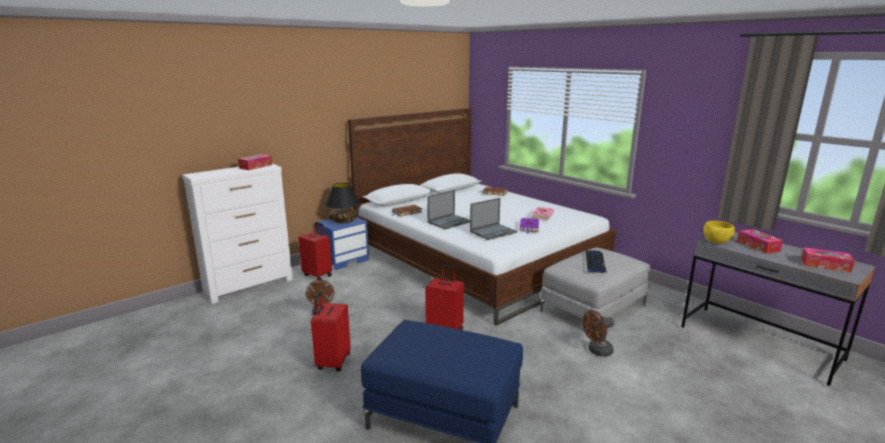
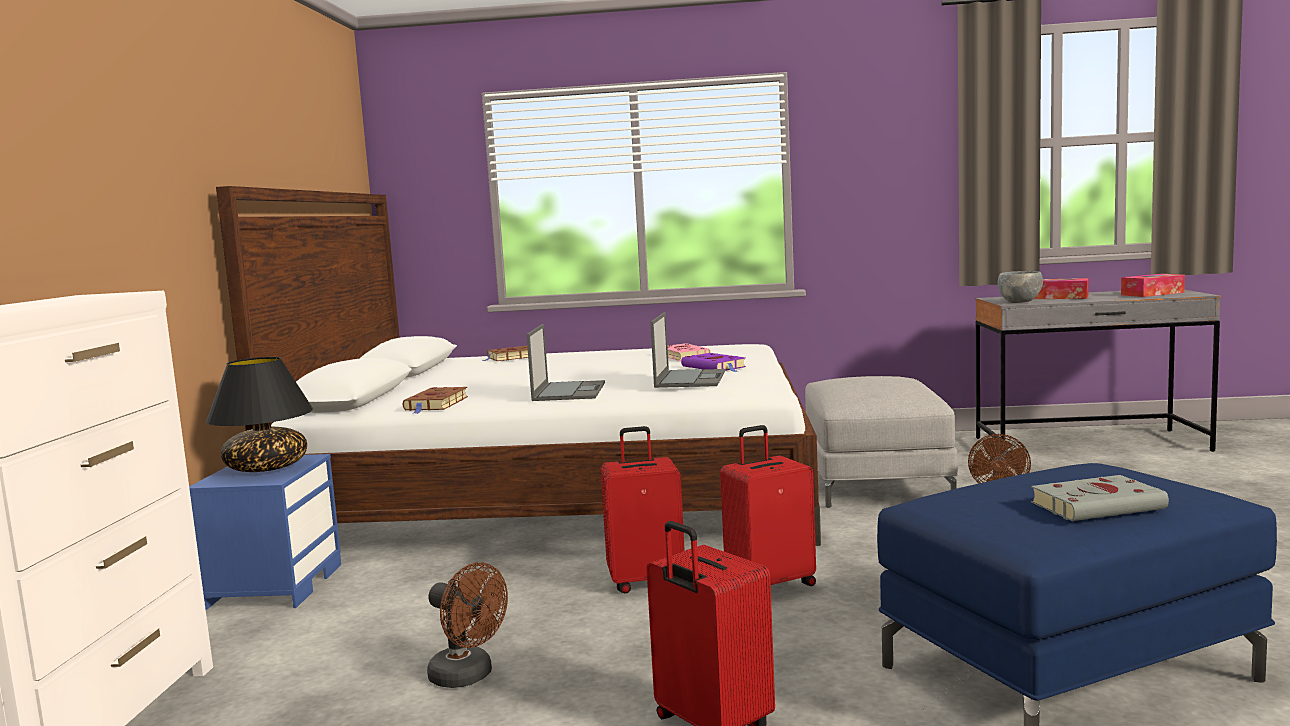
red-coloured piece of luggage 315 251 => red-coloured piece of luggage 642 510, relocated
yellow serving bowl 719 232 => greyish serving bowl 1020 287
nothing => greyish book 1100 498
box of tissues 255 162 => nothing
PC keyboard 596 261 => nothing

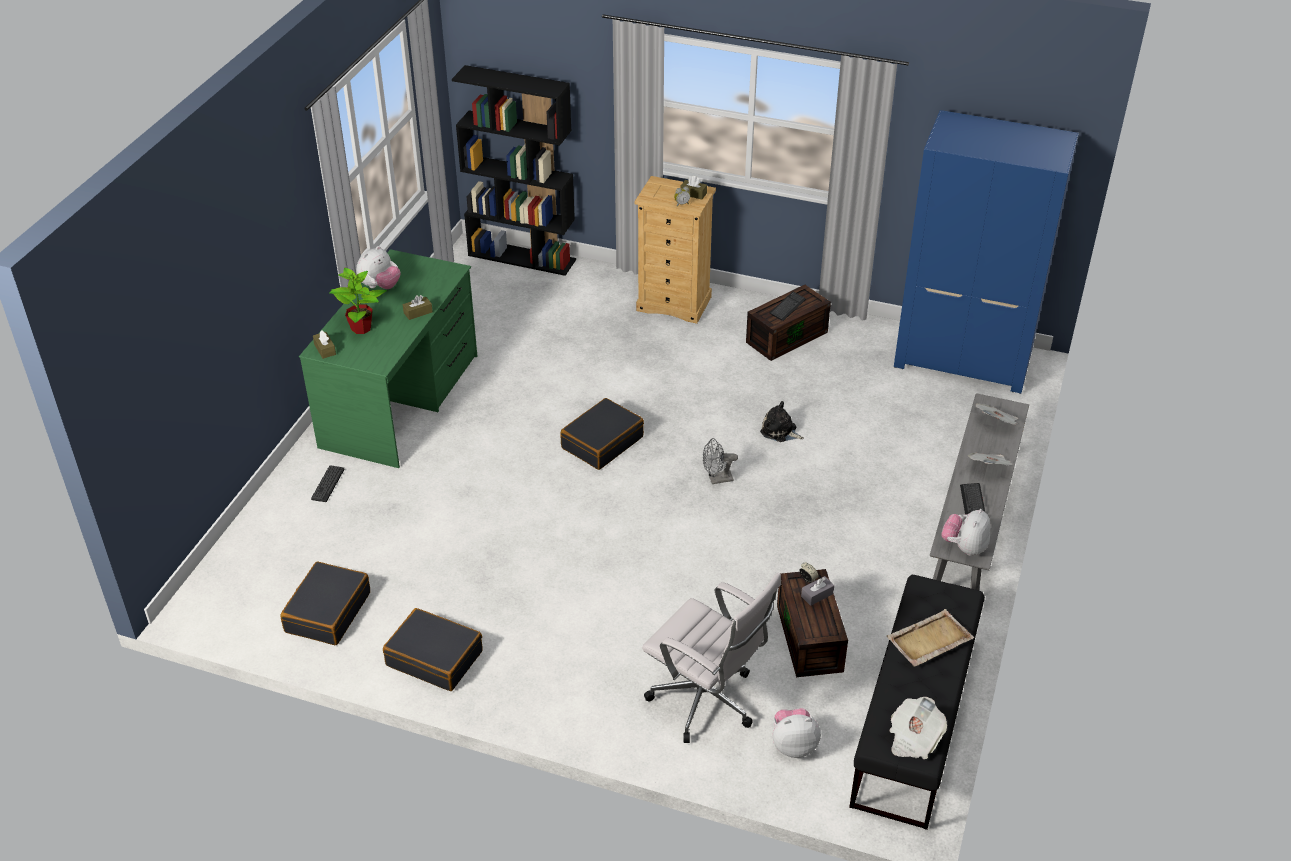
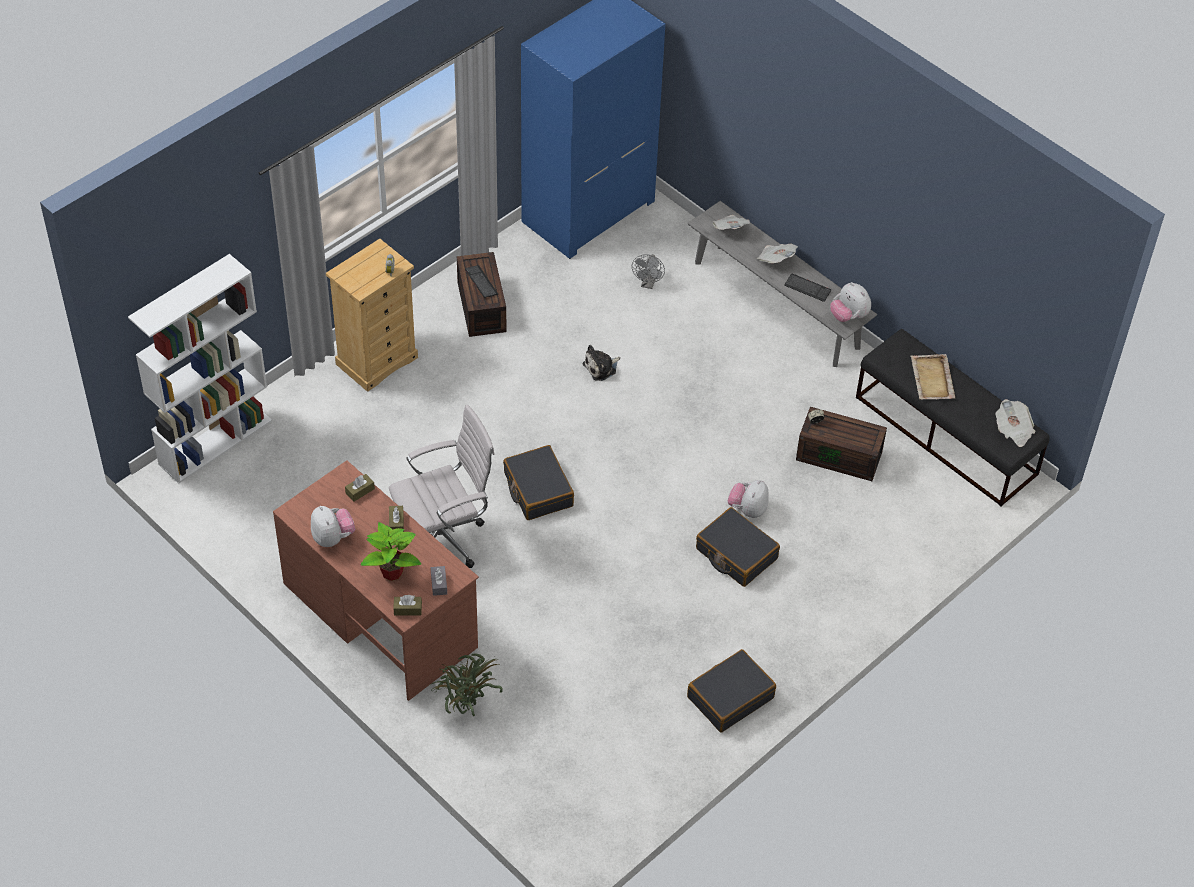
black-coloured bookcase 514 170 => white-coloured bookcase 200 369
green desk table 388 358 => brown desk table 376 580
brown box of tissues 693 187 => brown box of tissues 360 488, relocated
white-coloured computer chair 711 658 => white-coloured computer chair 442 486, relocated
PC keyboard 327 483 => potted plant 465 684
greyish box of tissues 817 591 => greyish box of tissues 439 581, relocated
greyish electric fan 720 461 => greyish electric fan 648 271, relocated
black-coloured piece of luggage 325 603 => black-coloured piece of luggage 738 547, relocated
soft toy 797 733 => soft toy 748 499, relocated

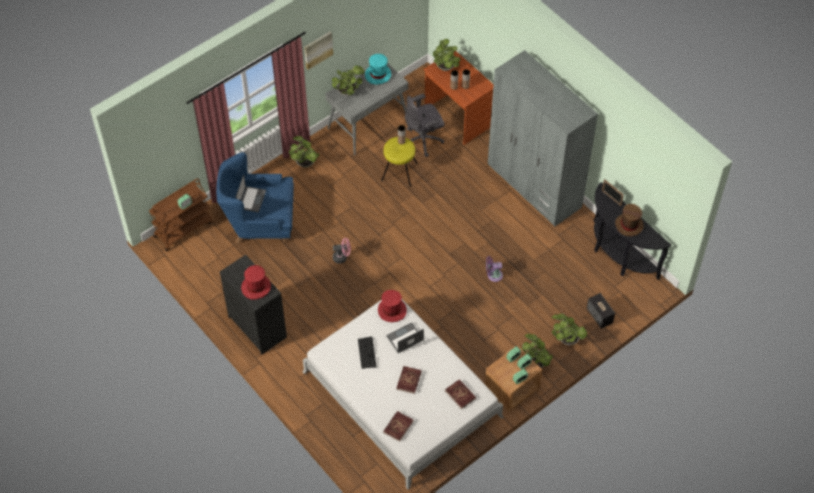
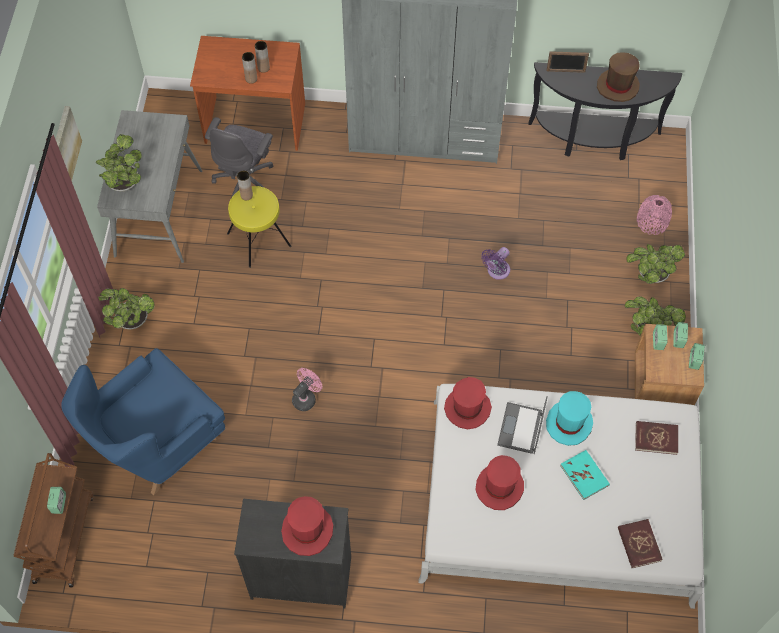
PC keyboard 367 352 => red-coloured hat 499 482
turquoise-coloured hat 378 69 => turquoise-coloured hat 569 418, relocated
red-coloured book 409 380 => turquoise-coloured book 585 475
loudspeaker 600 311 => pinkish flower vase 654 215
portable computer 251 194 => nothing
potted plant 446 55 => nothing

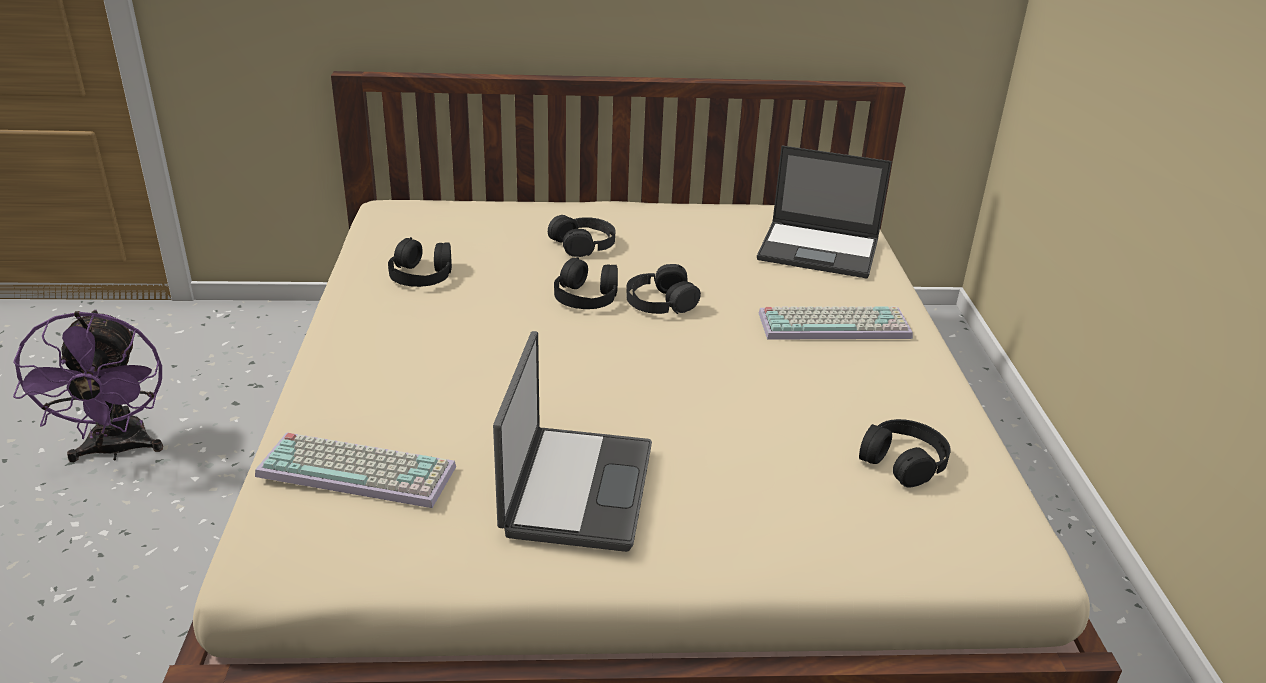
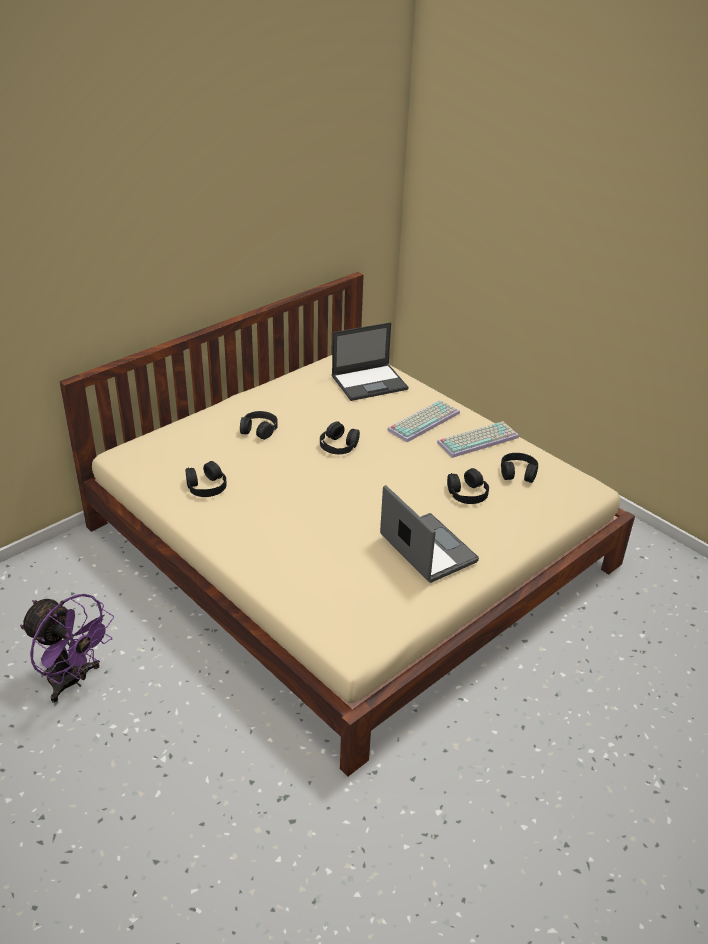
PC keyboard 355 470 => PC keyboard 478 439, relocated
black-coloured headphones 586 283 => black-coloured headphones 468 486, relocated

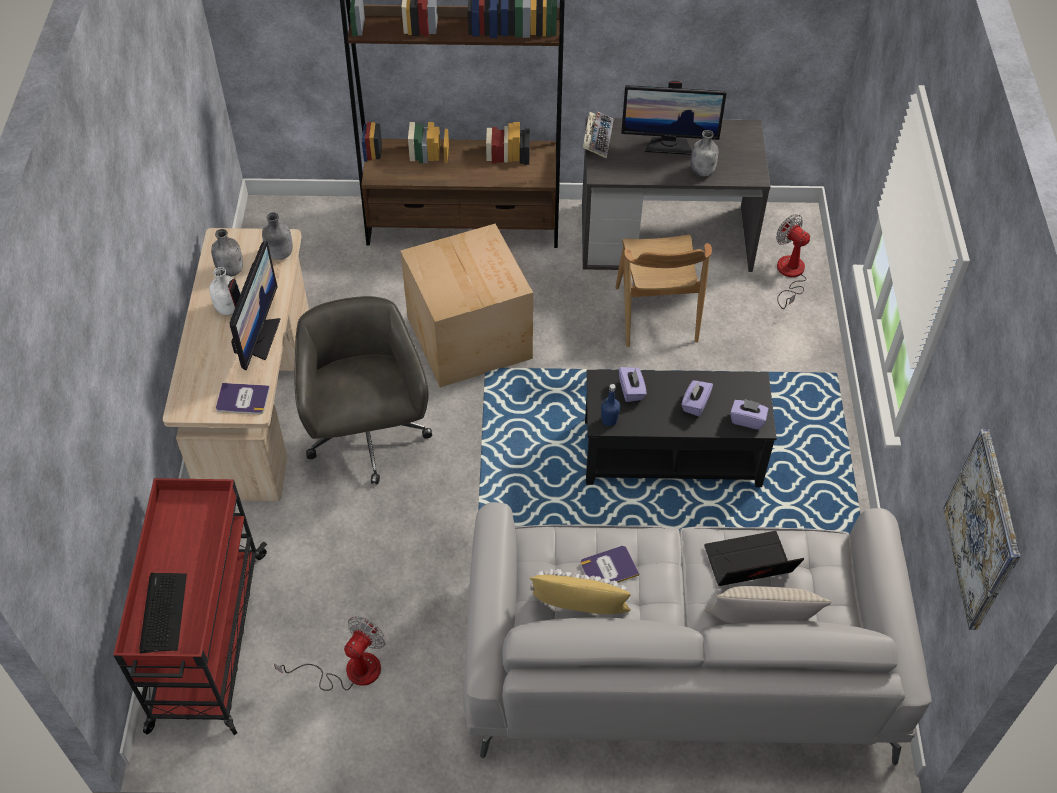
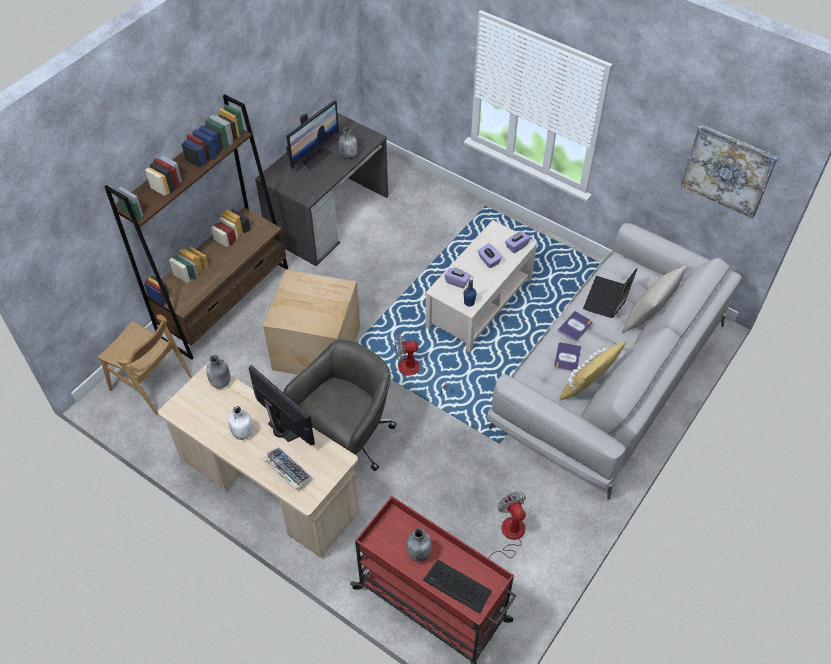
brown upright chair 663 291 => brown upright chair 144 365, relocated
PC keyboard 597 134 => PC keyboard 287 468, relocated
greyish computer chair 363 390 => greyish computer chair 339 405, 105 degrees clockwise
electric fan 793 261 => electric fan 421 365, relocated
greyish drink bottle 227 252 => greyish drink bottle 418 545, relocated
black-coloured low table 681 428 => beige low table 481 286
book 243 398 => book 575 326, relocated

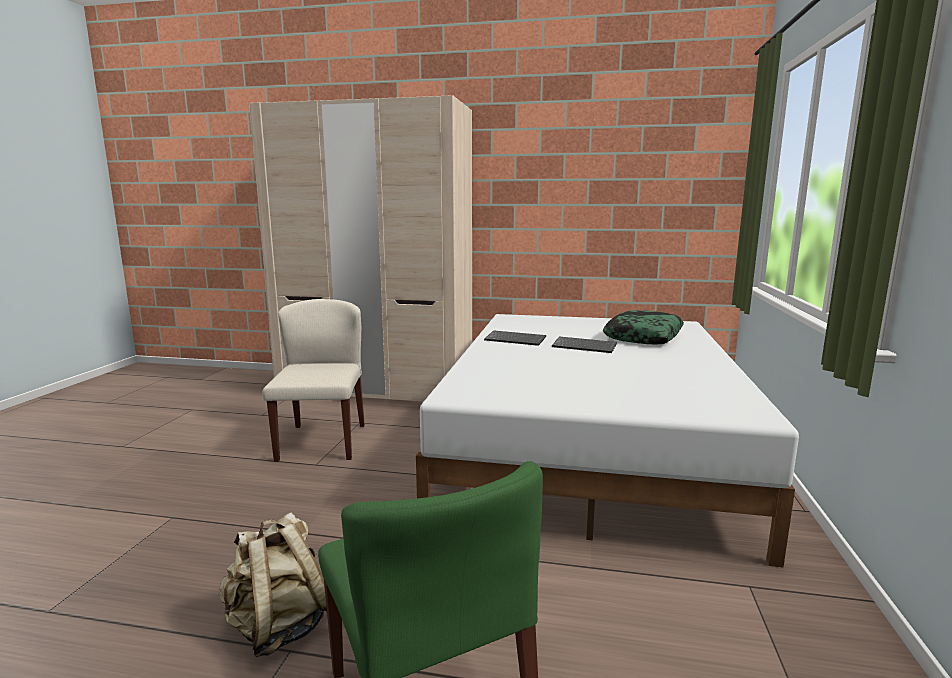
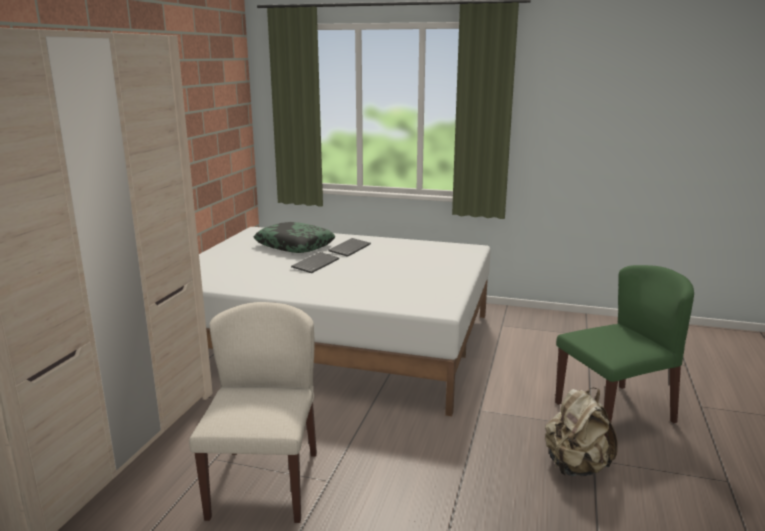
beige upright chair 313 380 => beige upright chair 253 412, 90 degrees clockwise
PC keyboard 515 338 => PC keyboard 349 247, relocated

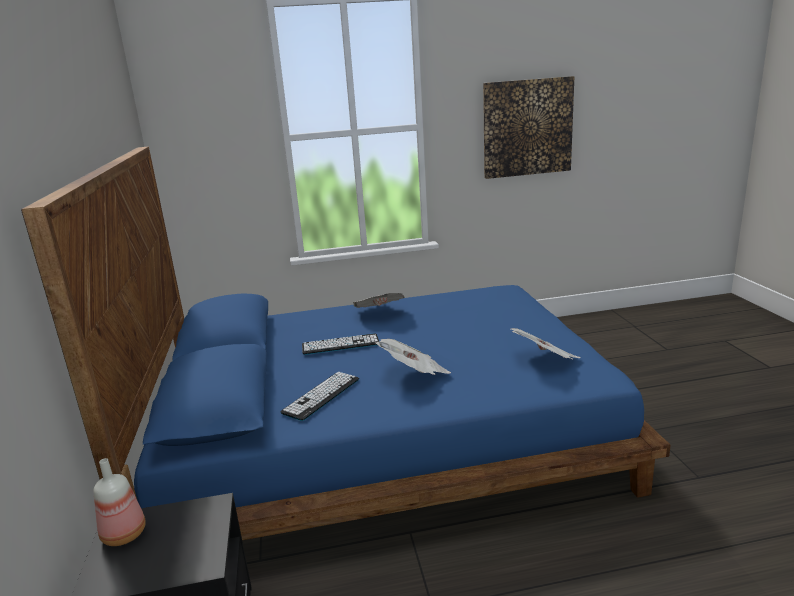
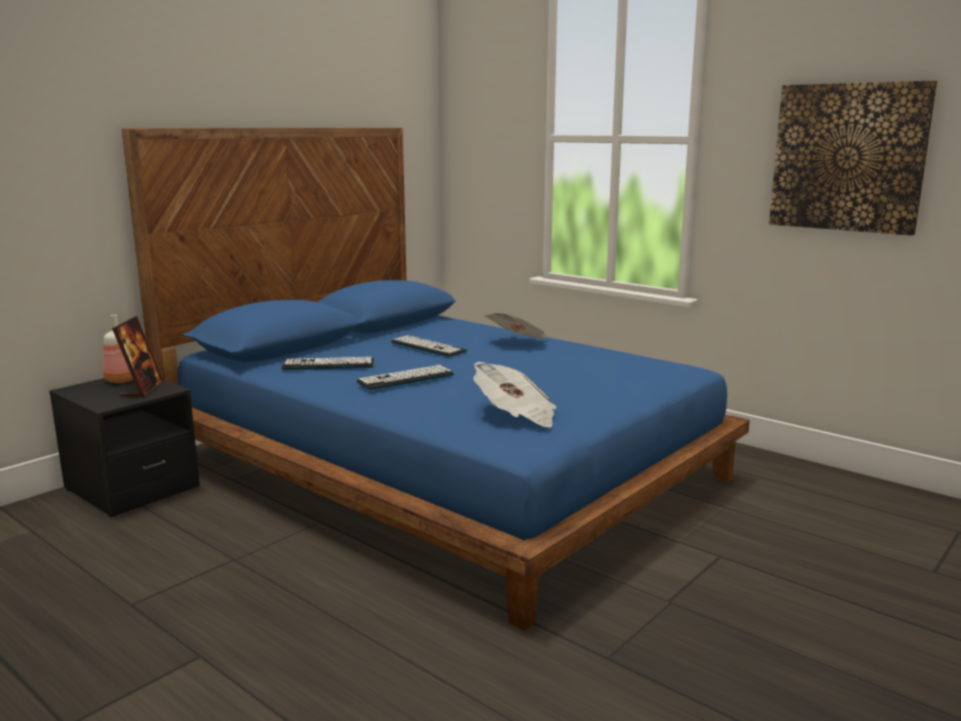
nothing => photo frame 138 357
newspaper 413 357 => PC keyboard 405 377

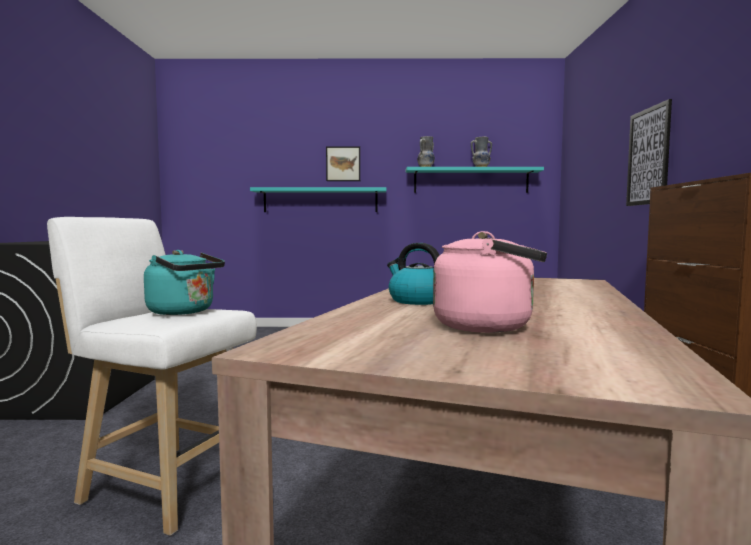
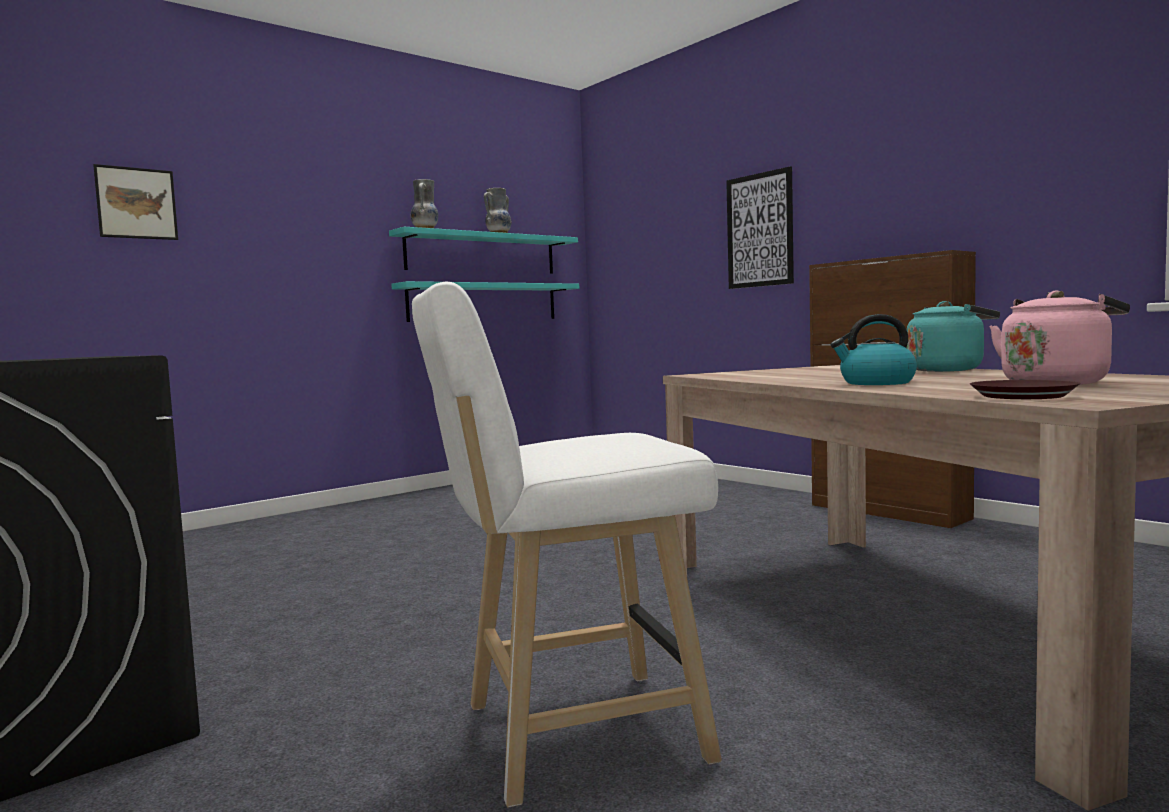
wall art 343 163 => wall art 135 202, relocated
turquoise-coloured bracket shelf 318 199 => turquoise-coloured bracket shelf 485 301, relocated
turquoise-coloured kettle 184 282 => turquoise-coloured kettle 953 336, relocated
nothing => brown flat dish 1025 389

